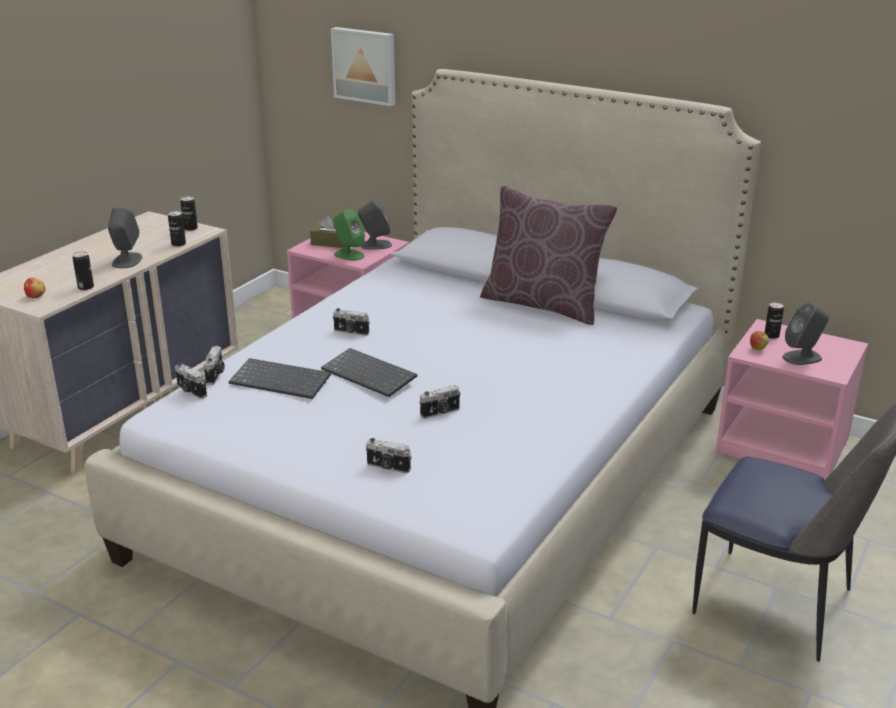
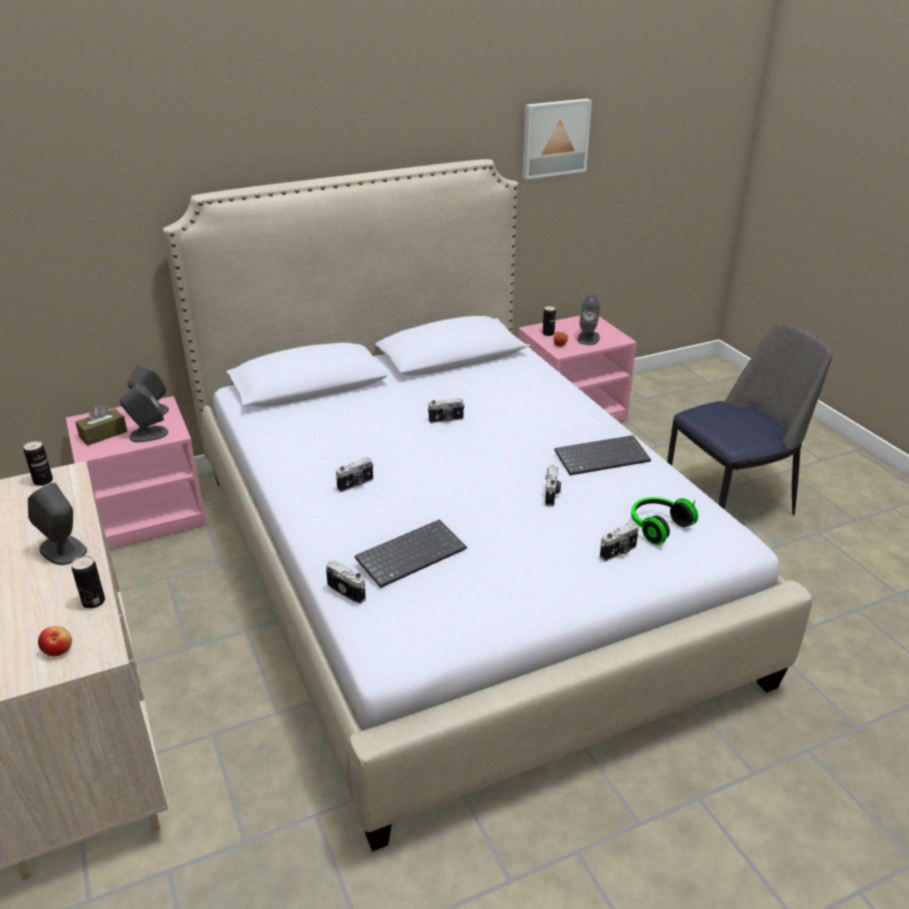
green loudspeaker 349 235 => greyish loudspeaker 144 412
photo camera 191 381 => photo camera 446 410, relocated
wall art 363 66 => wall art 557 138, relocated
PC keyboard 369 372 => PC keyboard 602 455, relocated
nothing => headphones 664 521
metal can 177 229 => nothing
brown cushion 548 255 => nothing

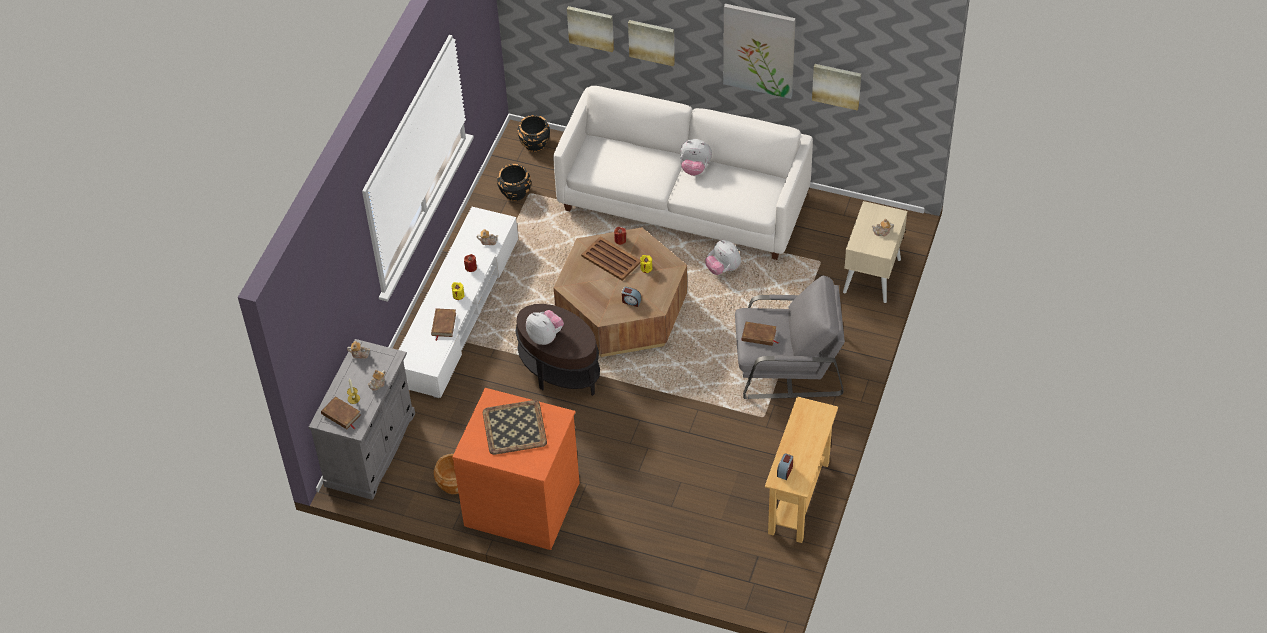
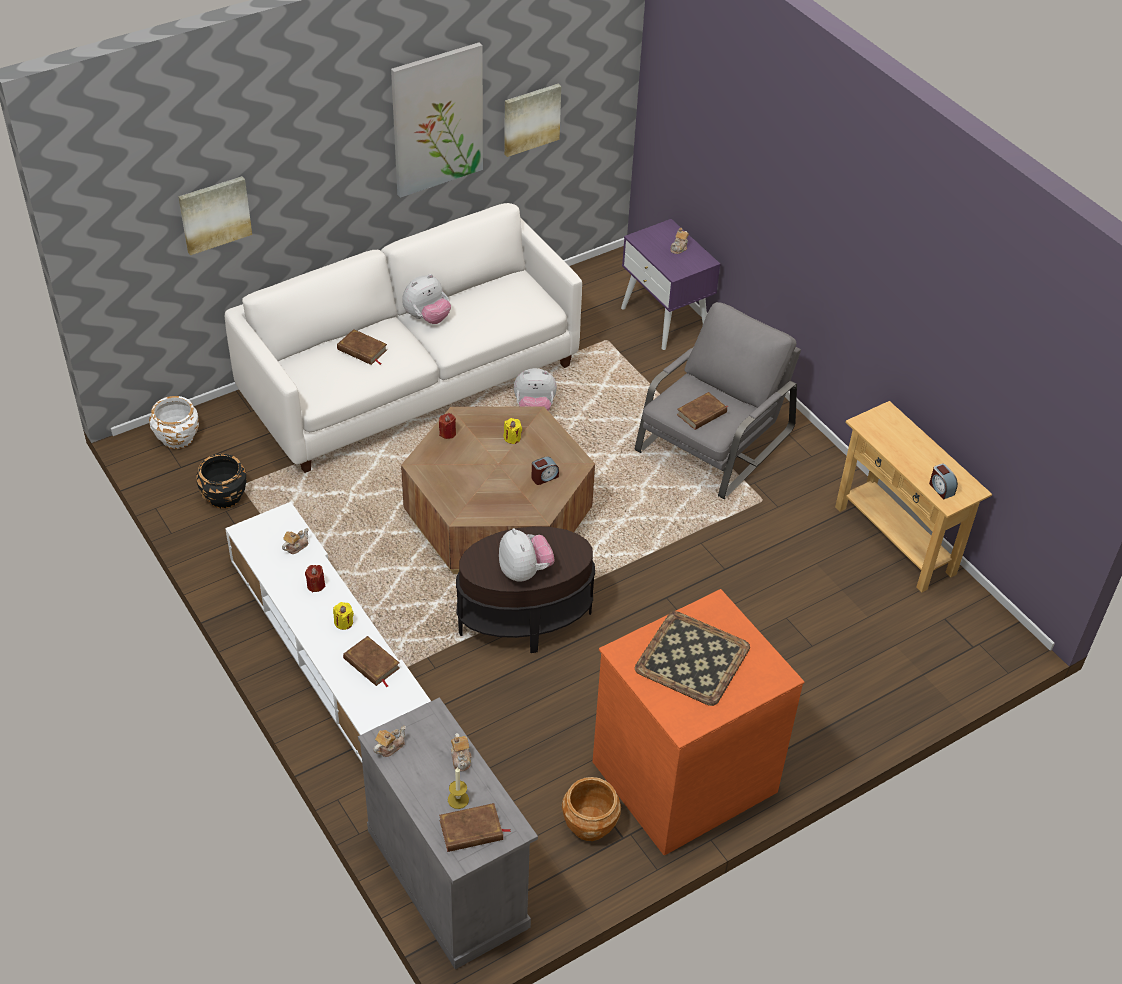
black-coloured plant pot 533 133 => white-coloured plant pot 174 422
nothing => brown book 362 347
soft toy 545 327 => soft toy 527 555, 75 degrees clockwise
beige night table 875 252 => purplish night table 670 284
brown carrying tray 611 258 => nothing
wall art 651 43 => nothing

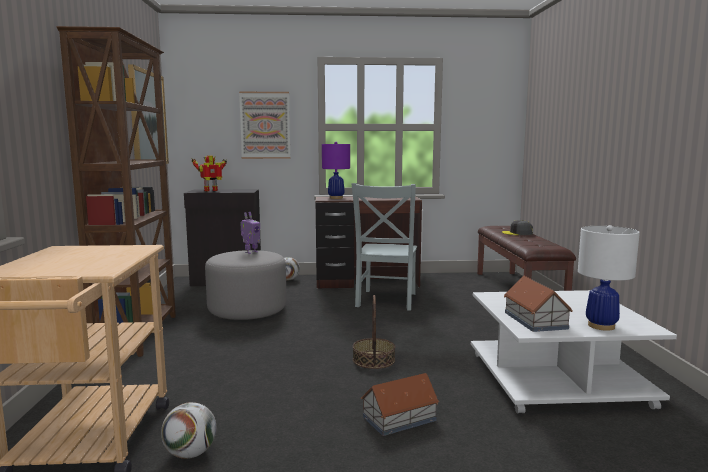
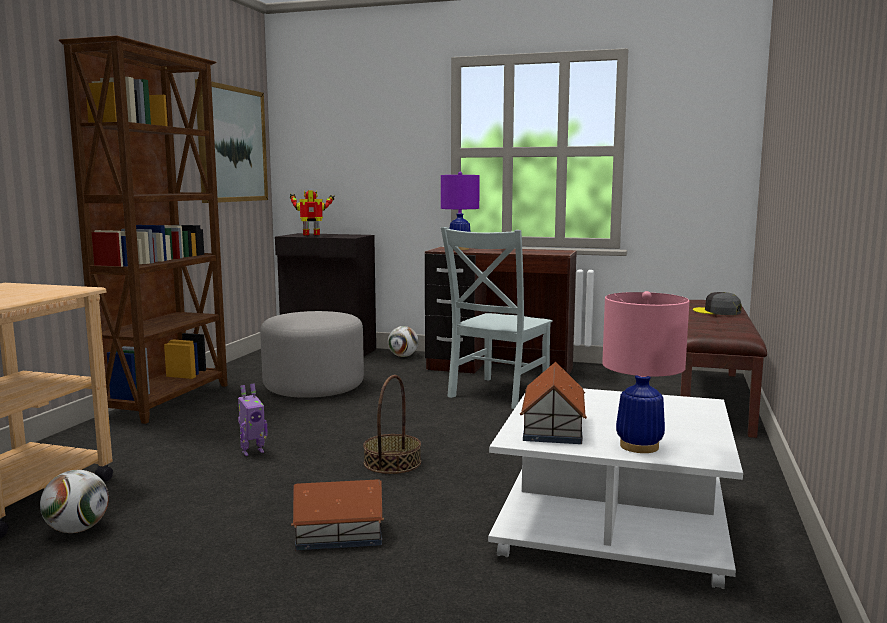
robot figure 250 233 => robot figure 253 419, relocated
white-coloured tabletop lamp 609 278 => pinkish tabletop lamp 645 372
wall art 264 125 => nothing

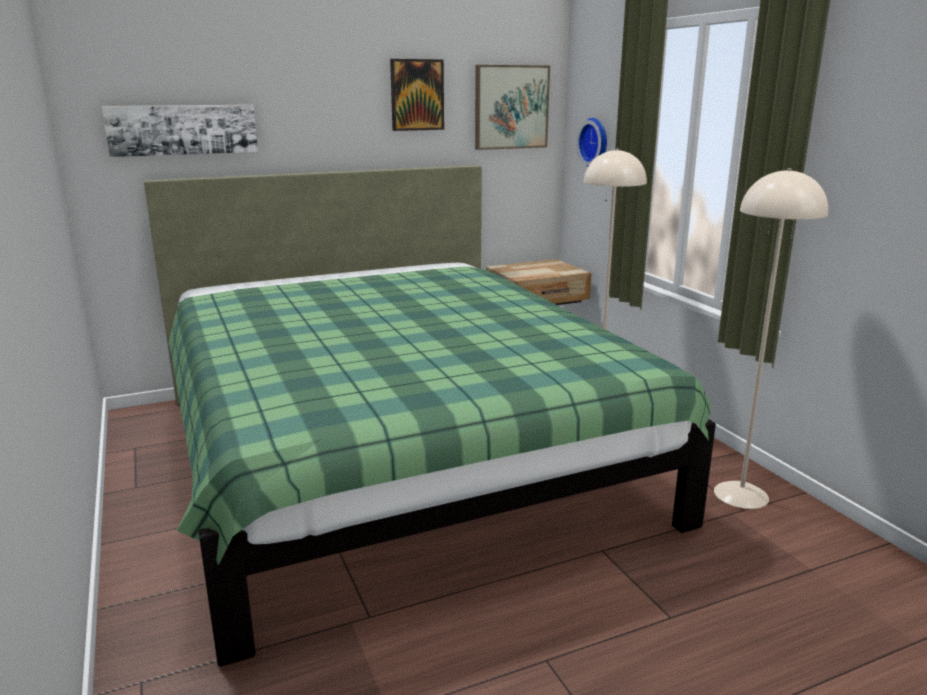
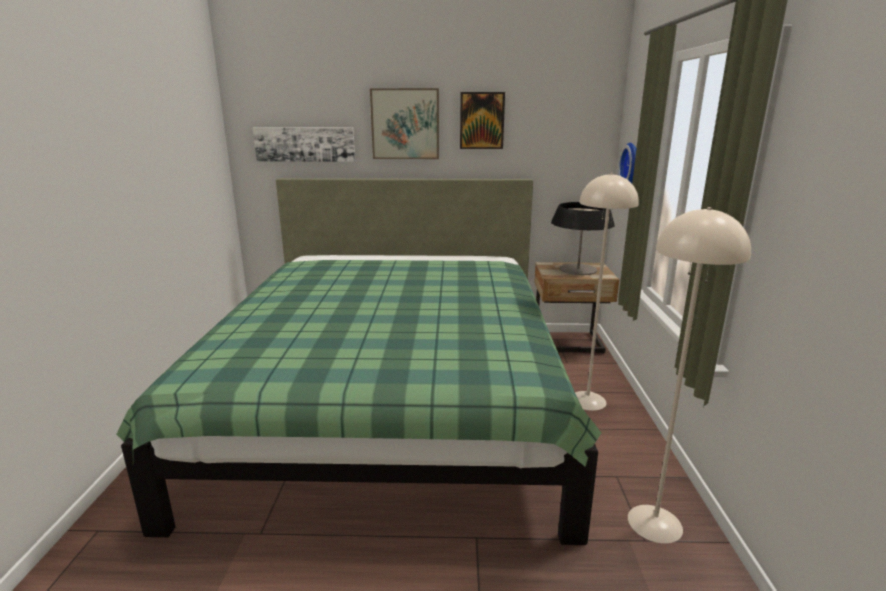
wall art 512 107 => wall art 404 123, relocated
nothing => tabletop lamp 583 238

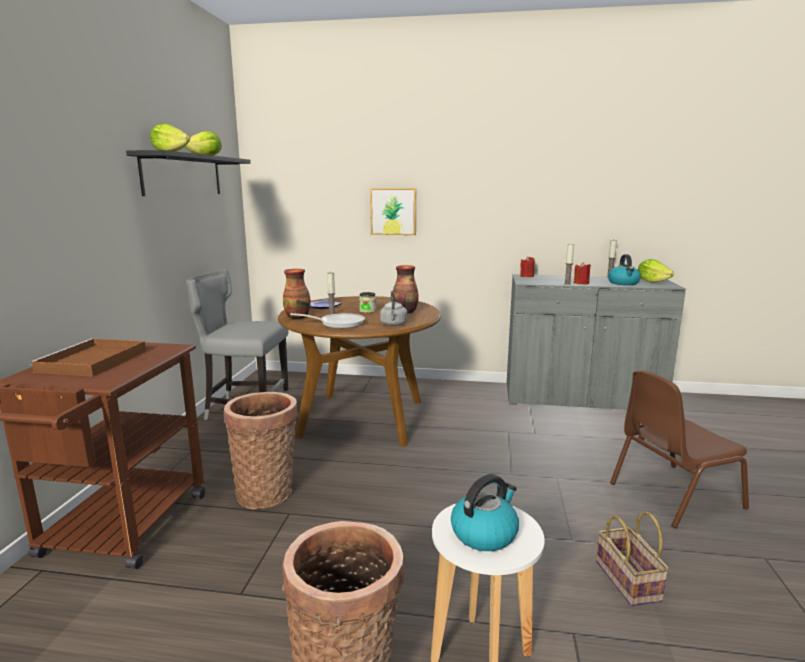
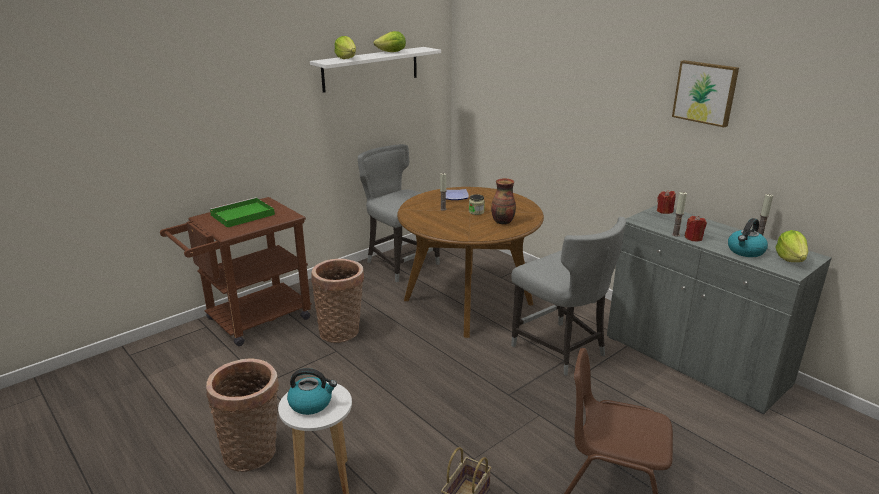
brown carrying tray 88 357 => green carrying tray 242 212
black-coloured bracket shelf 188 173 => white-coloured bracket shelf 375 70
nothing => greyish upright chair 568 296
wall art 393 211 => wall art 705 93, relocated
flower vase 297 294 => nothing
frying pan 327 321 => nothing
greyish kettle 393 308 => nothing

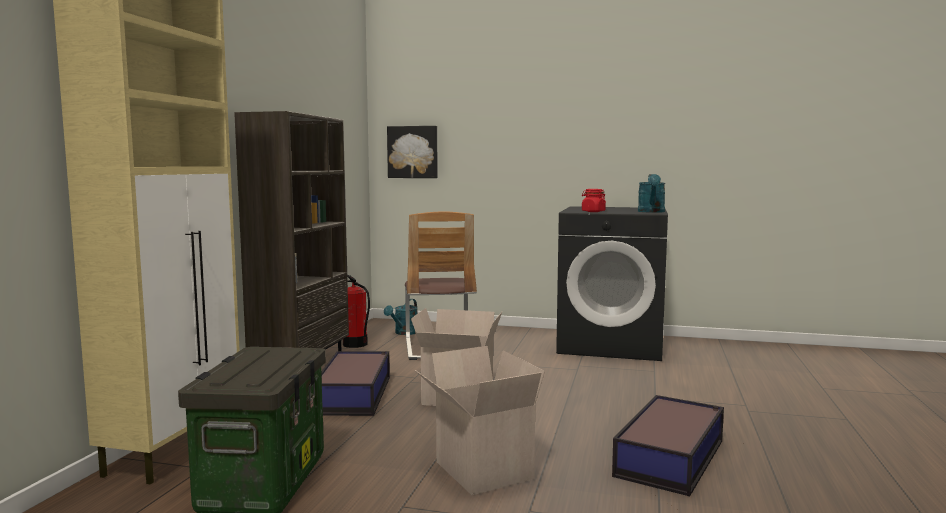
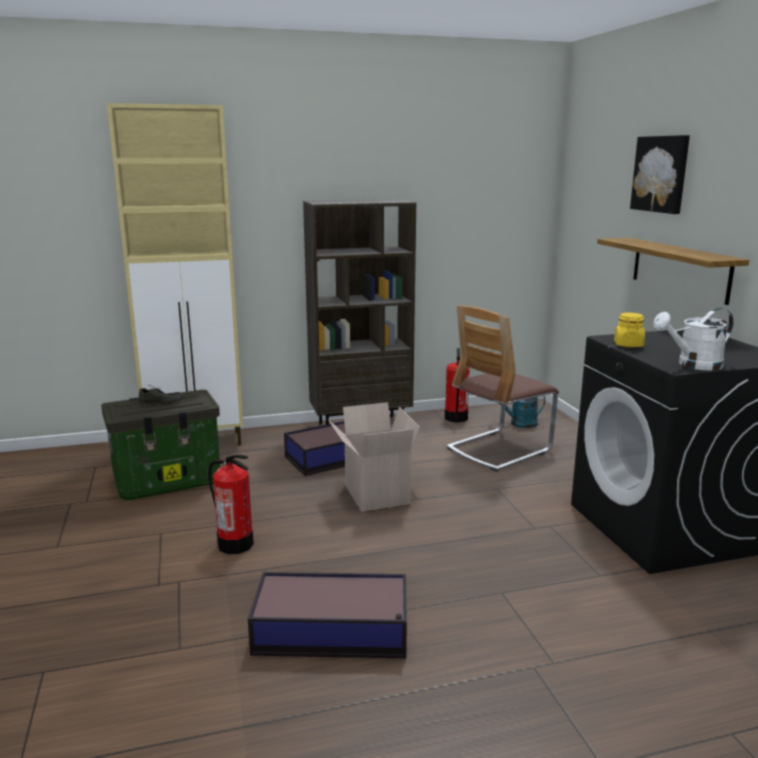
nothing => greyish item of footwear 160 395
packing box 480 420 => extinguisher 231 504
nothing => bracket shelf 673 271
red-coloured jar 594 200 => yellow jar 629 330
wall art 412 152 => wall art 660 174, relocated
turquoise-coloured watering pot 651 193 => white-coloured watering pot 693 339

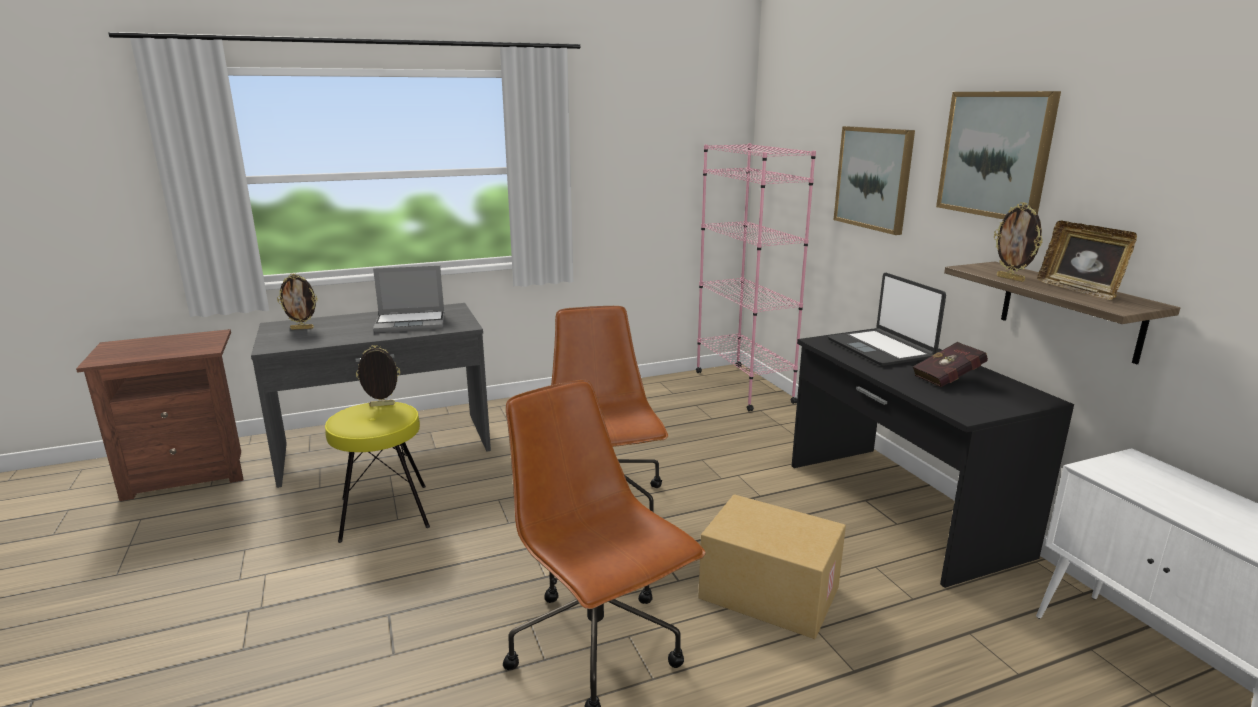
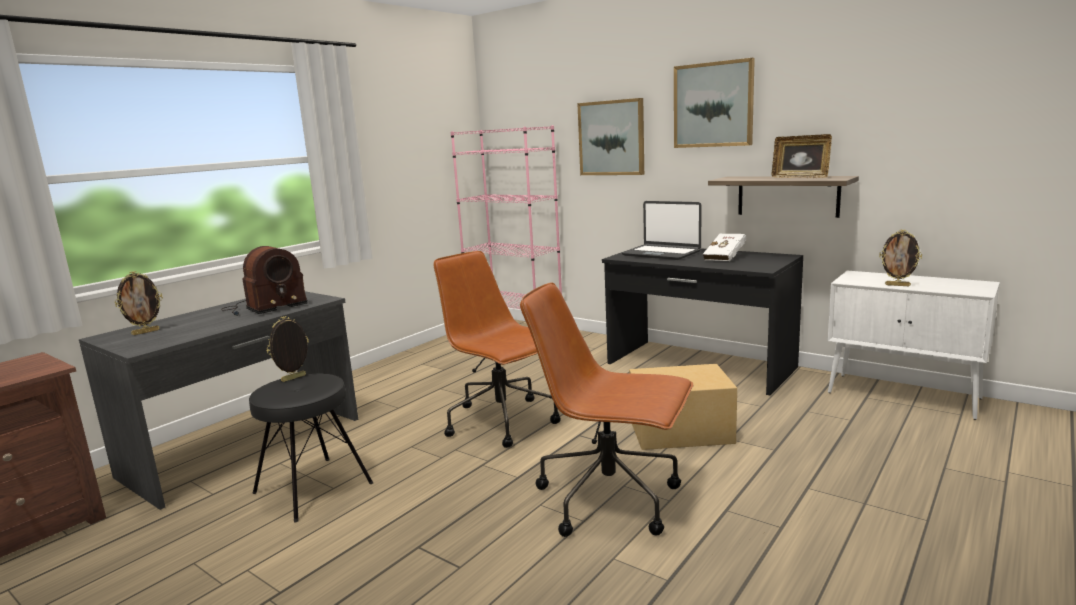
portable computer 408 299 => radio receiver 264 281
yellow stool seat 377 472 => black-coloured stool seat 311 447
red-coloured book 950 364 => white-coloured book 724 247
photo frame 1018 242 => photo frame 900 258, relocated

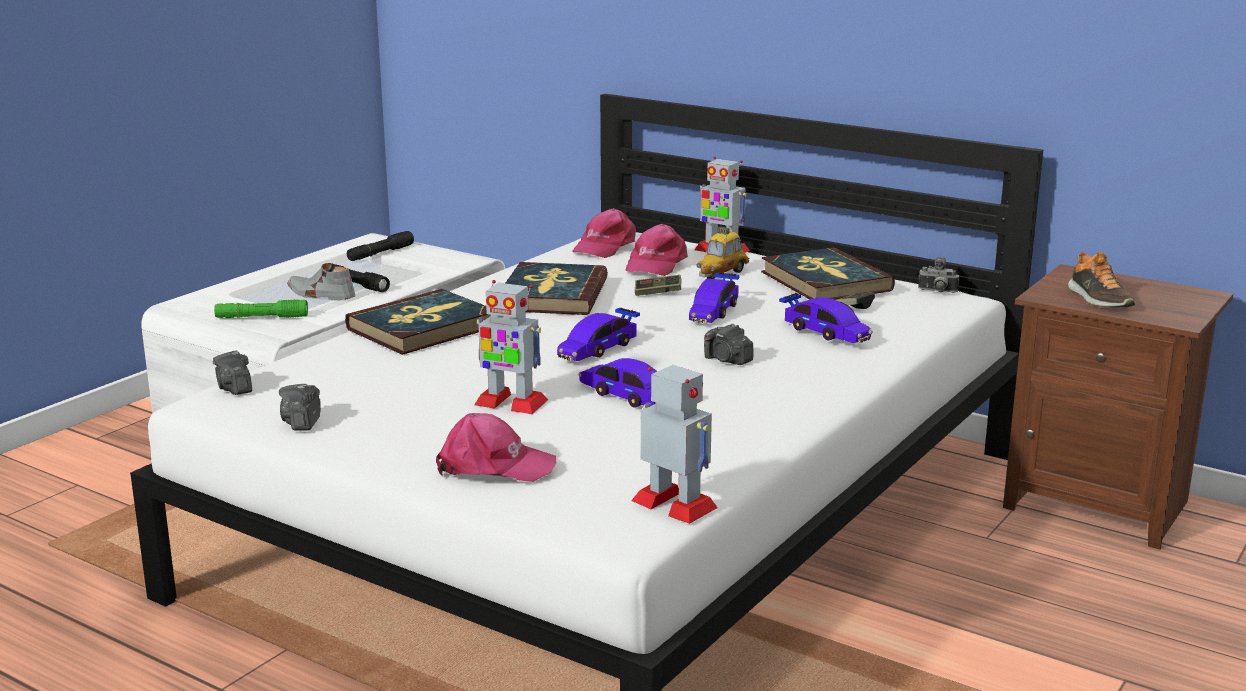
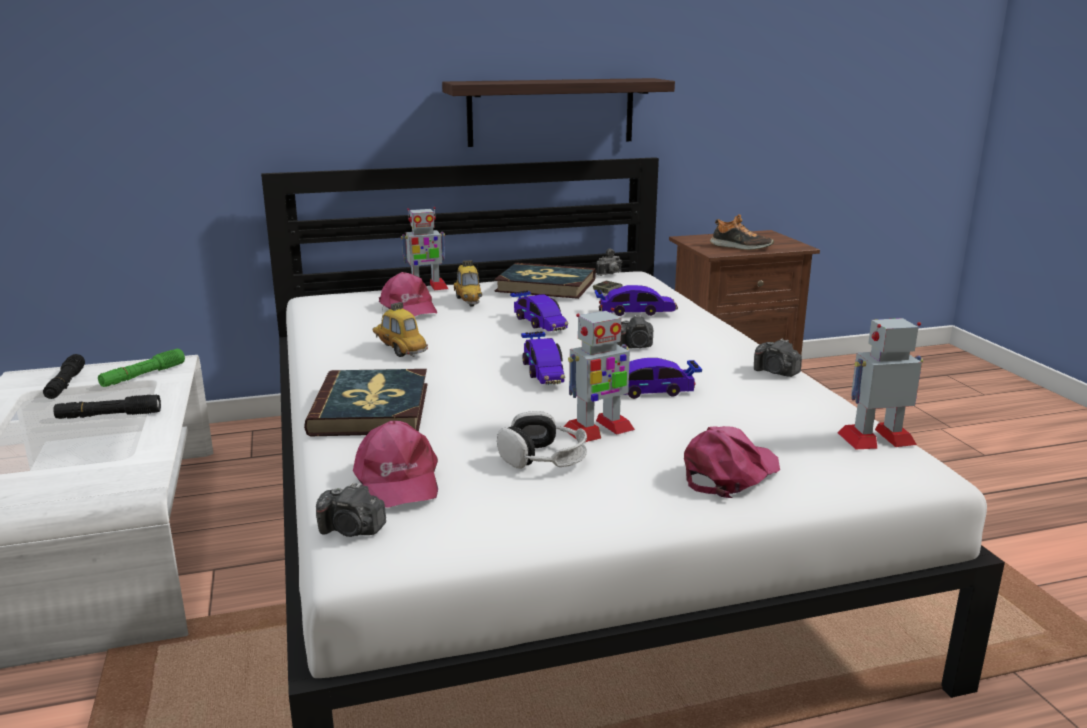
green flashlight 261 309 => green flashlight 141 368, relocated
pinkish baseball cap 604 233 => pinkish baseball cap 395 464, relocated
book 557 288 => miniature car 400 329
nothing => bracket shelf 558 112
nothing => headphones 542 439
photo camera 300 407 => photo camera 778 358, relocated
greyish item of footwear 321 281 => nothing
joypad 658 285 => nothing

